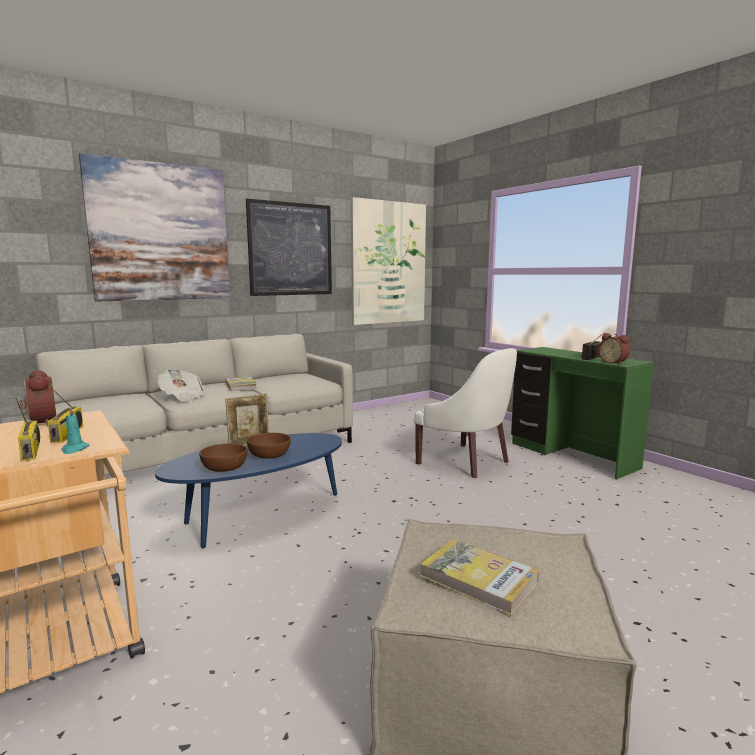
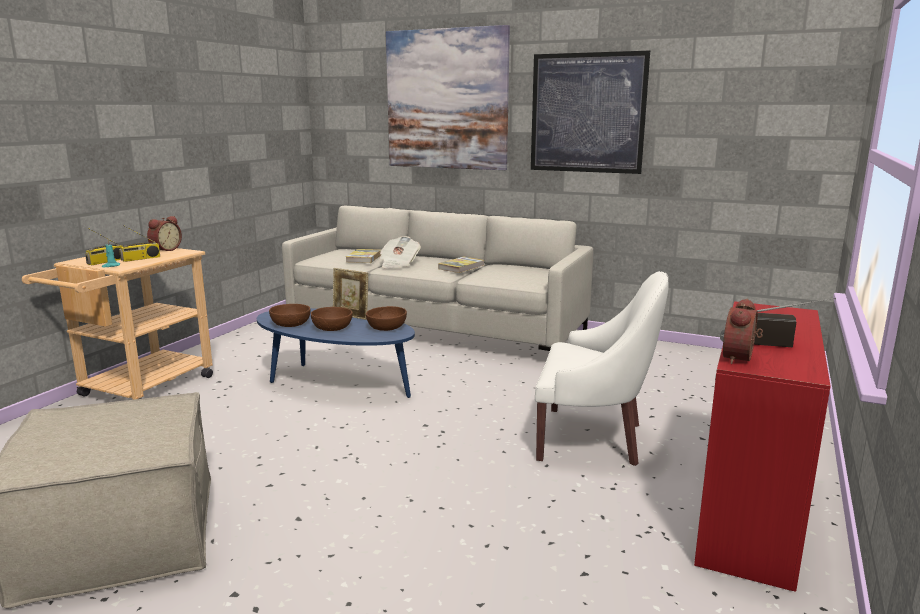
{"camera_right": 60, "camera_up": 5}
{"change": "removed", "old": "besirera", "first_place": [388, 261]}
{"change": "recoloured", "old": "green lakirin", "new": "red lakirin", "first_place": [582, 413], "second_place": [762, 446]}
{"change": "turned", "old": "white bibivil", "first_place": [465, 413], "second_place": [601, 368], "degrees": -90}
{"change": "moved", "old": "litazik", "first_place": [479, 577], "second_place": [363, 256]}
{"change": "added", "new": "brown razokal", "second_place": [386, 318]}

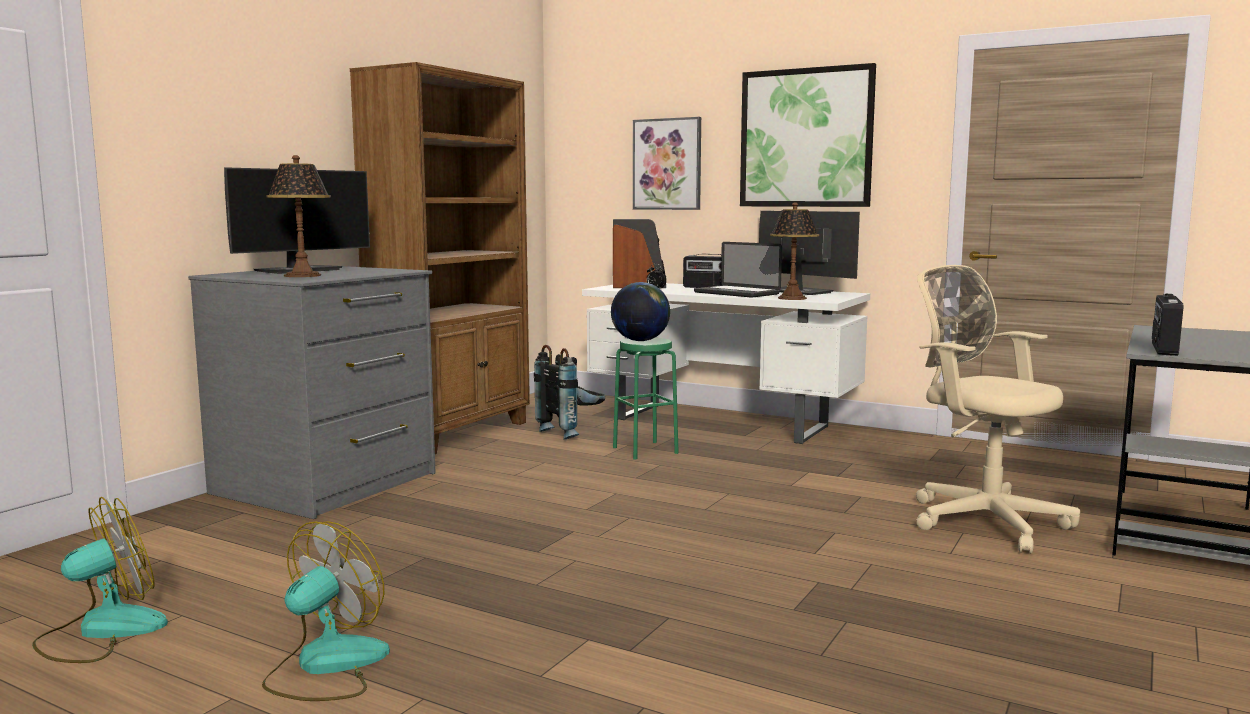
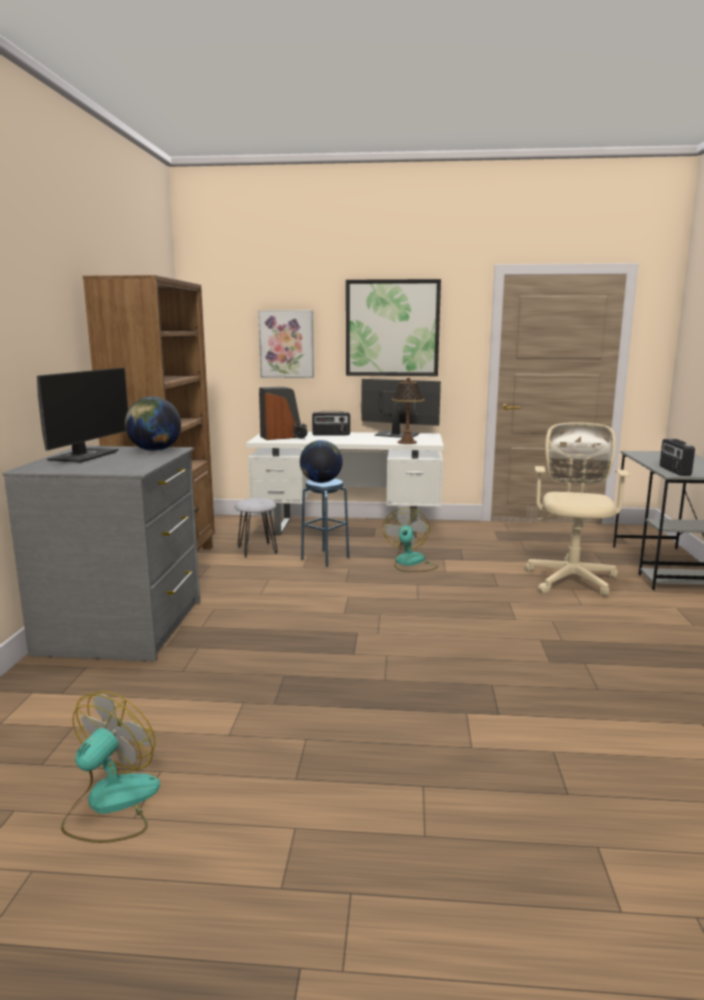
{"camera_right": -25, "camera_up": 5}
{"change": "removed", "old": "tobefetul", "first_place": [298, 216]}
{"change": "removed", "old": "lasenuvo", "first_place": [738, 270]}
{"change": "turned", "old": "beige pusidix", "first_place": [998, 409], "second_place": [577, 509], "degrees": 75}
{"change": "recoloured", "old": "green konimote", "new": "blue konimote", "first_place": [646, 398], "second_place": [325, 523]}
{"change": "replaced", "old": "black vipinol", "new": "grey konimote", "first_place": [569, 392], "second_place": [256, 528]}
{"change": "moved", "old": "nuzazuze", "first_place": [326, 611], "second_place": [410, 540]}
{"change": "added", "new": "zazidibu", "second_place": [153, 424]}

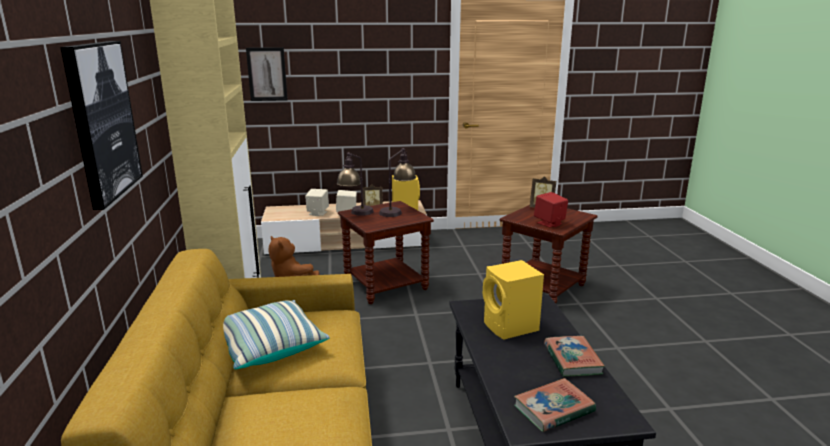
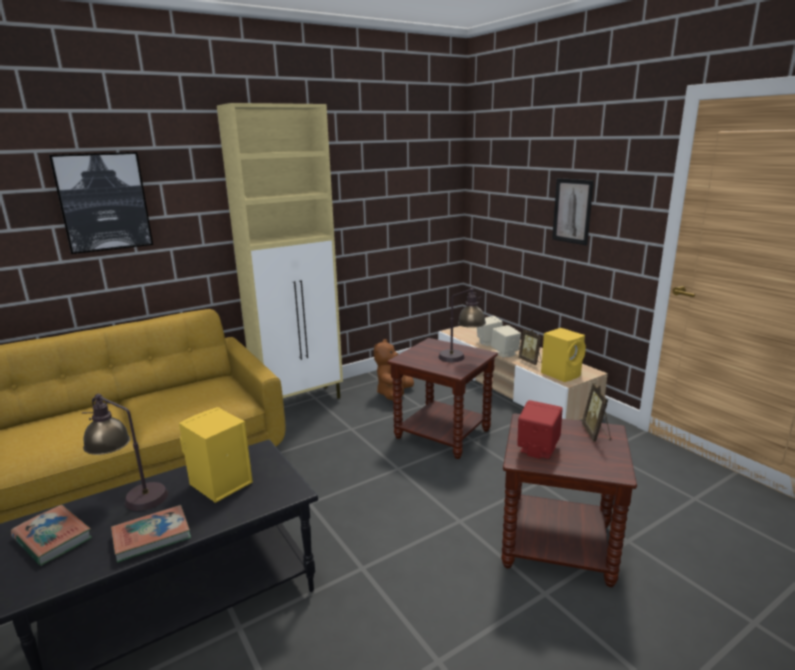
{"camera_right": 65, "camera_up": 0}
{"change": "moved", "old": "besirera", "first_place": [267, 74], "second_place": [573, 211]}
{"change": "moved", "old": "tobefetul", "first_place": [355, 184], "second_place": [125, 452]}
{"change": "removed", "old": "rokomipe", "first_place": [276, 334]}

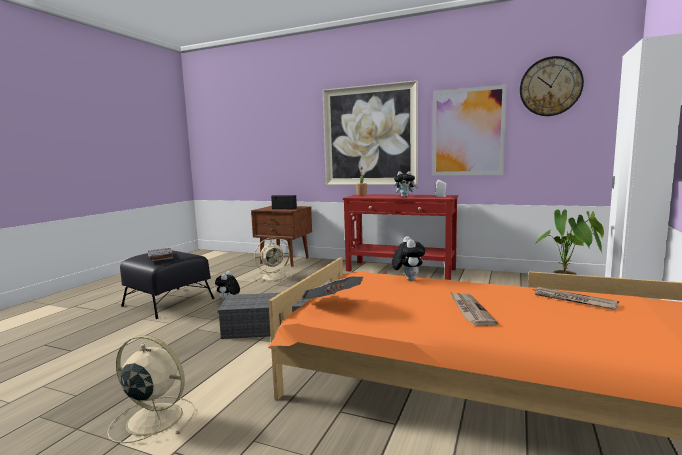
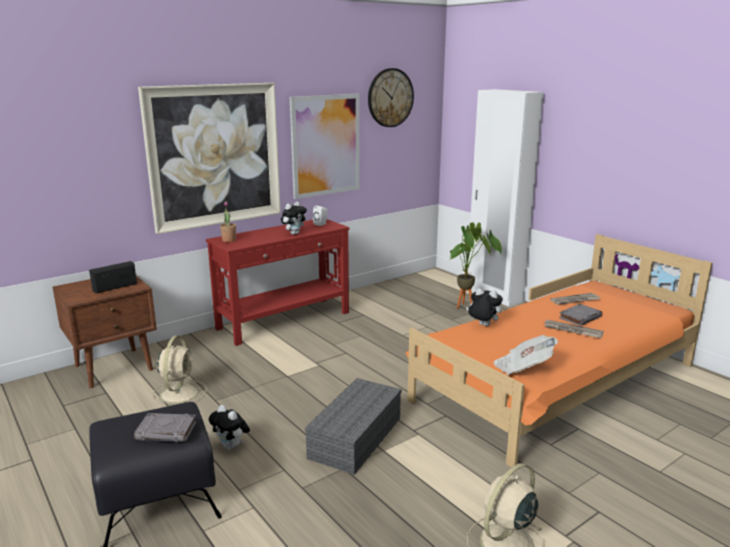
{"camera_right": -60, "camera_up": 10}
{"change": "added", "new": "grey litazik", "second_place": [580, 315]}

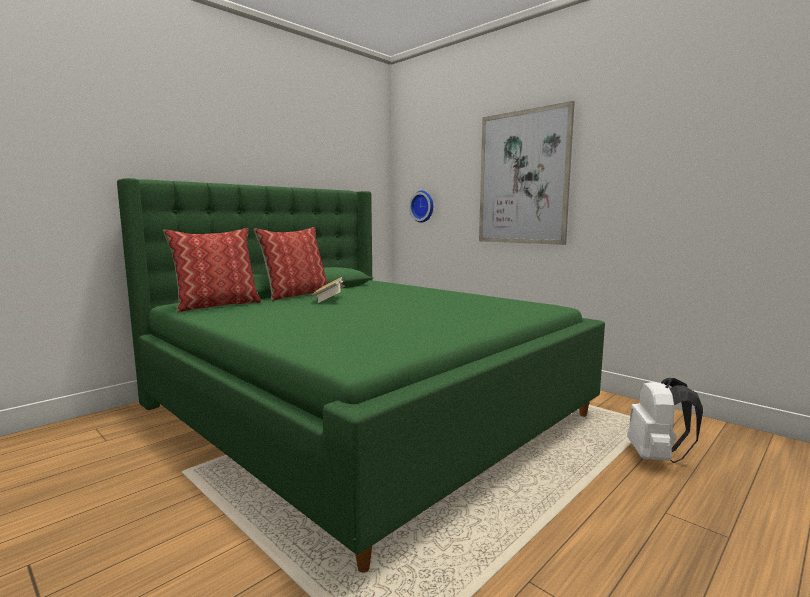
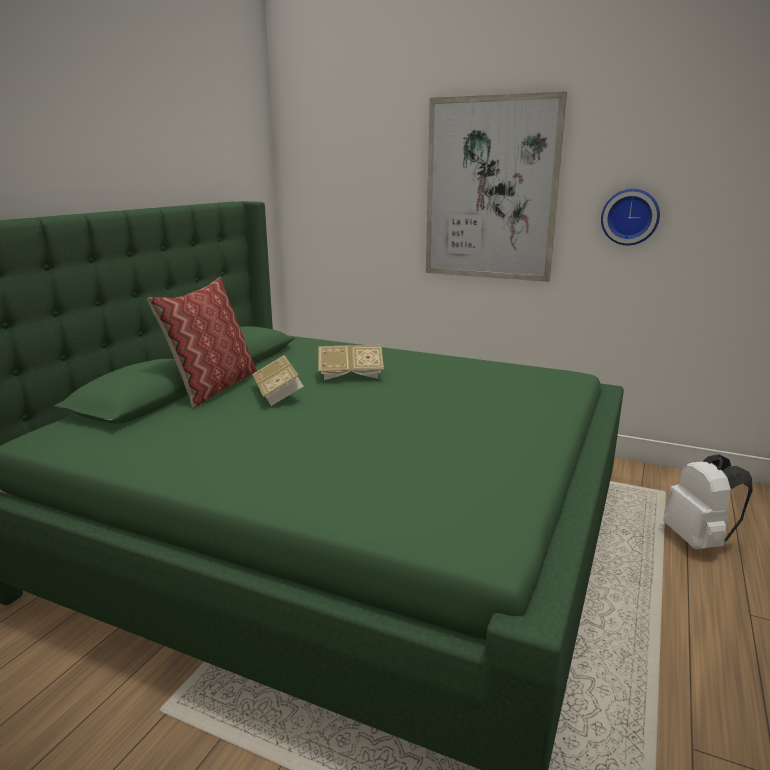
{"camera_right": -20, "camera_up": 10}
{"change": "moved", "old": "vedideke", "first_place": [421, 207], "second_place": [630, 217]}
{"change": "removed", "old": "rokomipe", "first_place": [212, 270]}
{"change": "added", "new": "litazik", "second_place": [351, 362]}

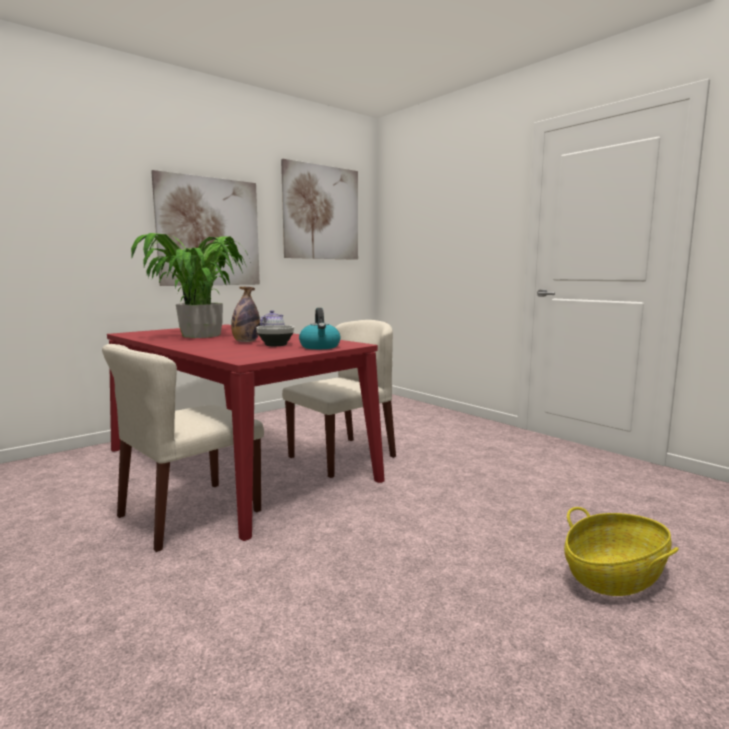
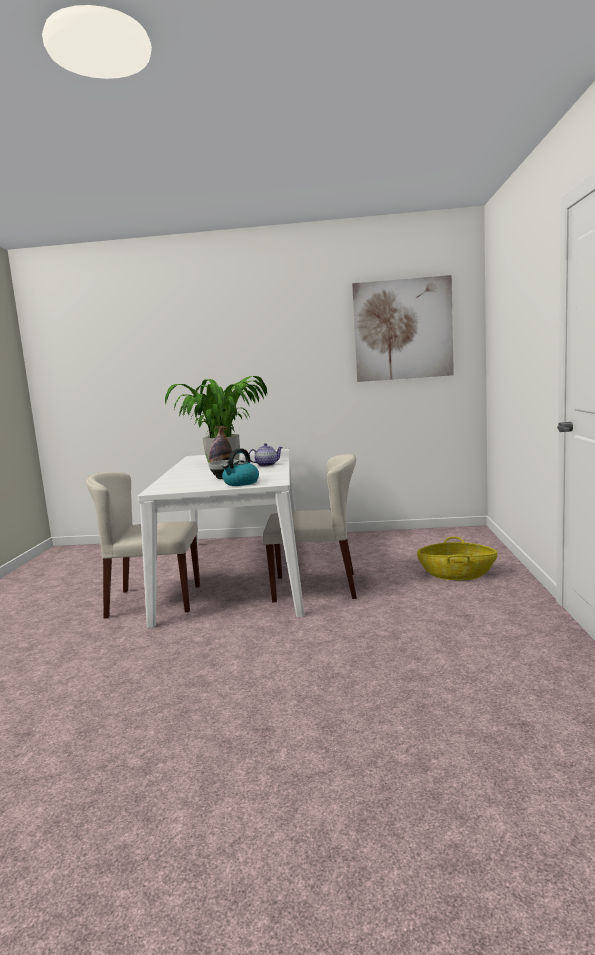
{"camera_right": 45, "camera_up": 0}
{"change": "removed", "old": "besirera", "first_place": [205, 228]}
{"change": "recoloured", "old": "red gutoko", "new": "white gutoko", "first_place": [246, 432], "second_place": [221, 538]}
{"change": "moved", "old": "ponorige", "first_place": [621, 551], "second_place": [457, 558]}

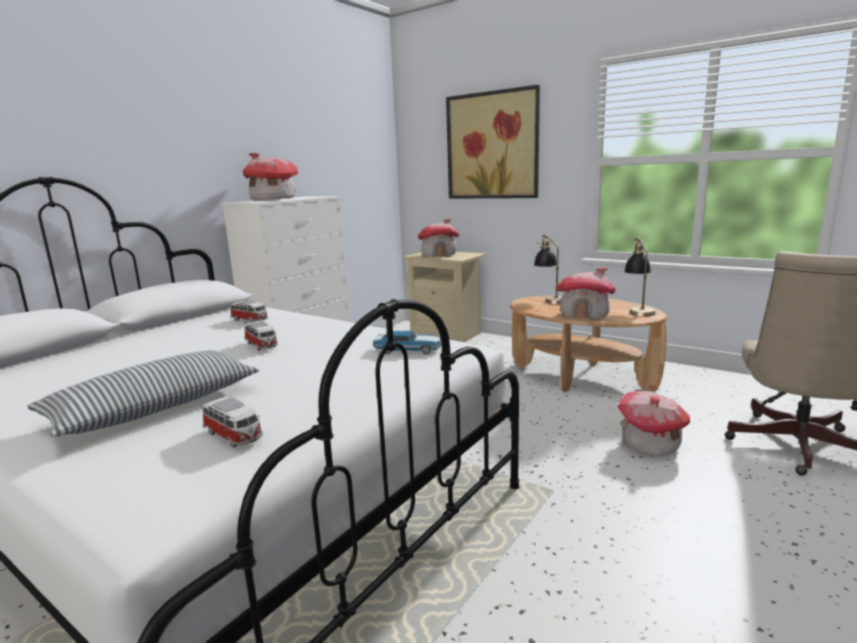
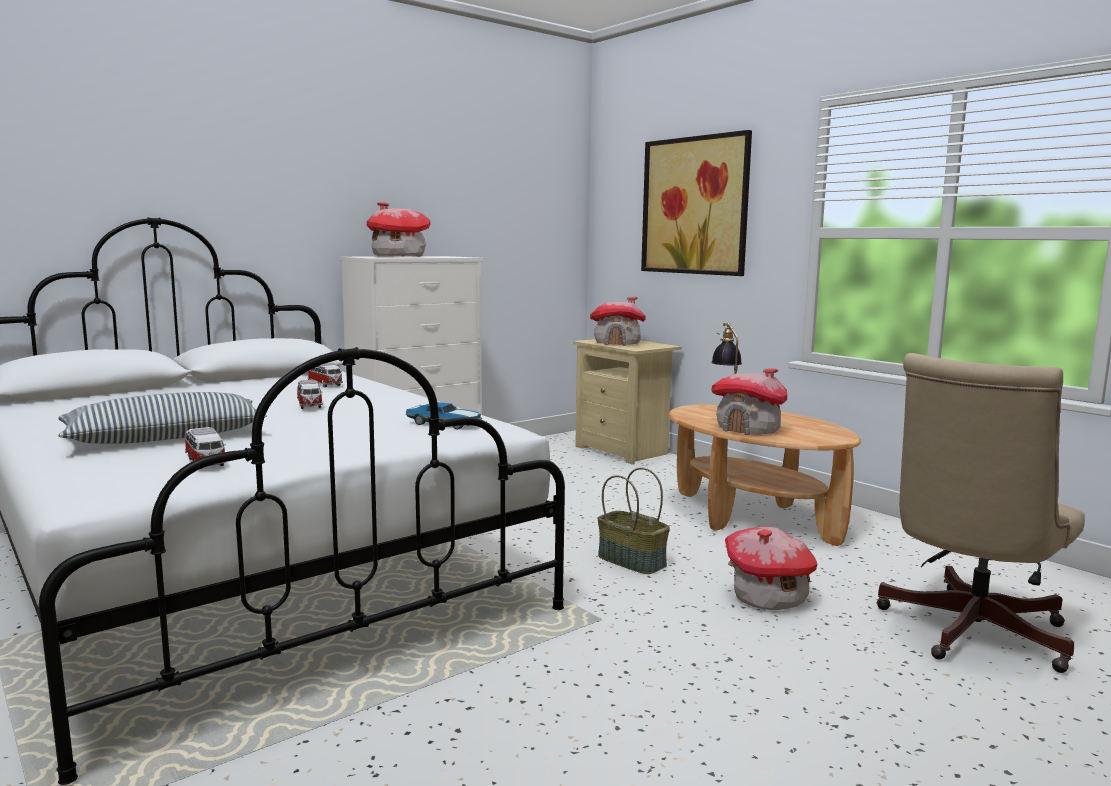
{"camera_right": 15, "camera_up": -5}
{"change": "removed", "old": "tobefetul", "first_place": [640, 277]}
{"change": "added", "new": "ponorige", "second_place": [634, 520]}

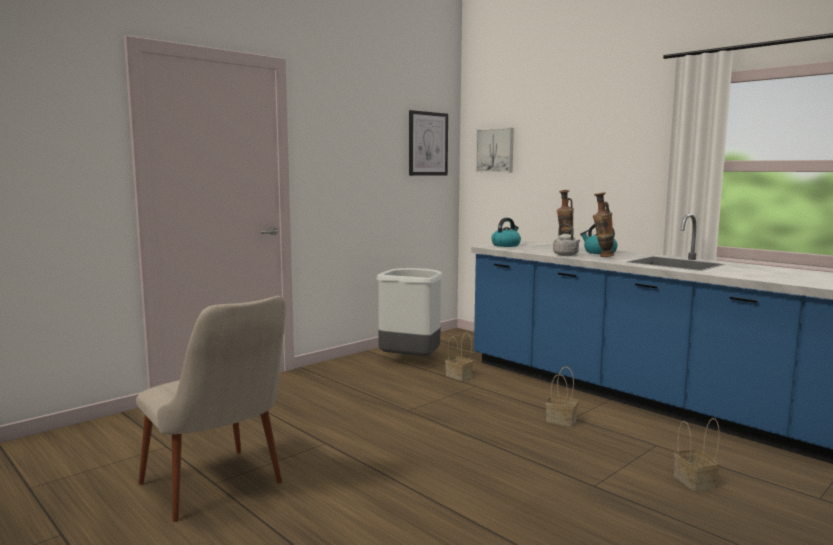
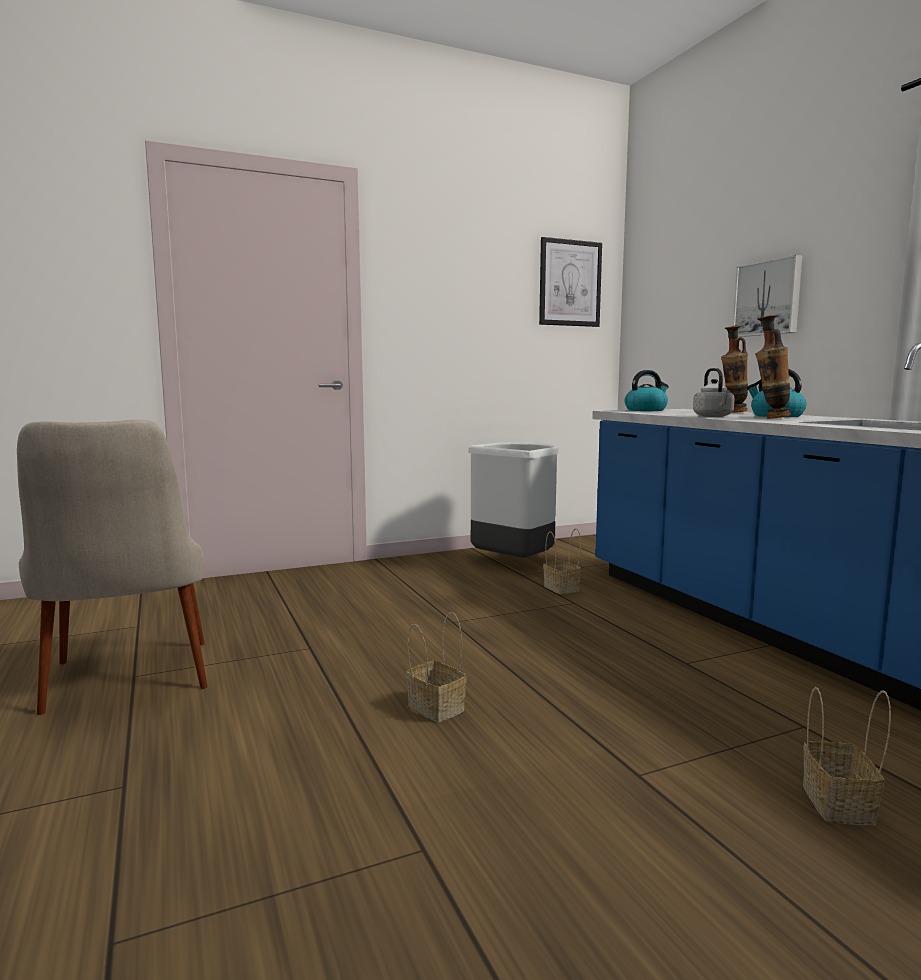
{"camera_right": 20, "camera_up": 0}
{"change": "moved", "old": "besirera", "first_place": [495, 150], "second_place": [768, 296]}
{"change": "moved", "old": "ponorige", "first_place": [562, 397], "second_place": [436, 667]}

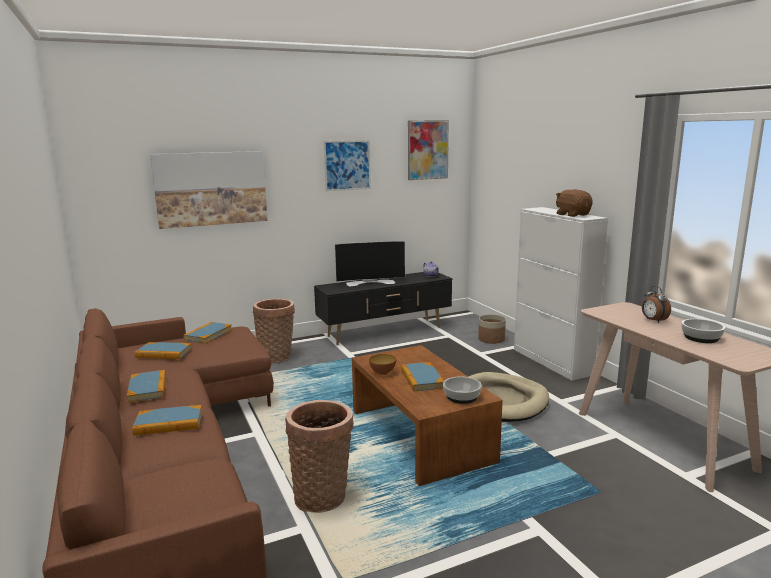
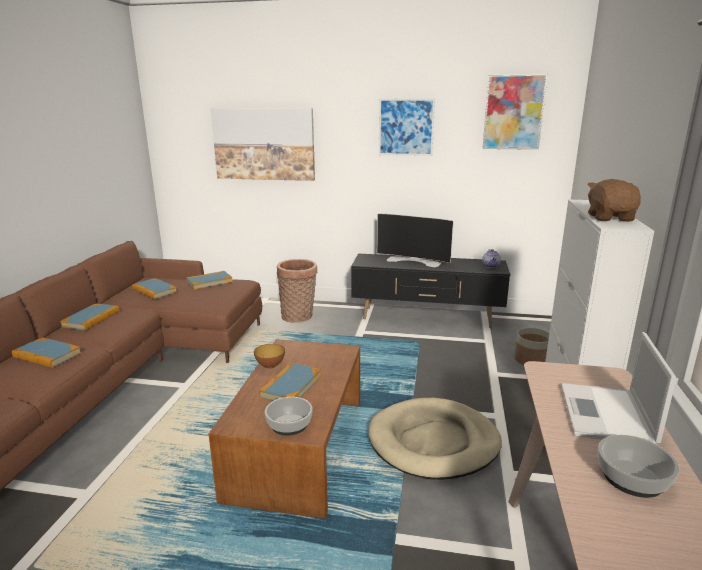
{"camera_right": 35, "camera_up": 5}
{"change": "replaced", "old": "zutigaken", "new": "lasenuvo", "first_place": [656, 304], "second_place": [619, 388]}
{"change": "removed", "old": "ponorige", "first_place": [319, 456]}

